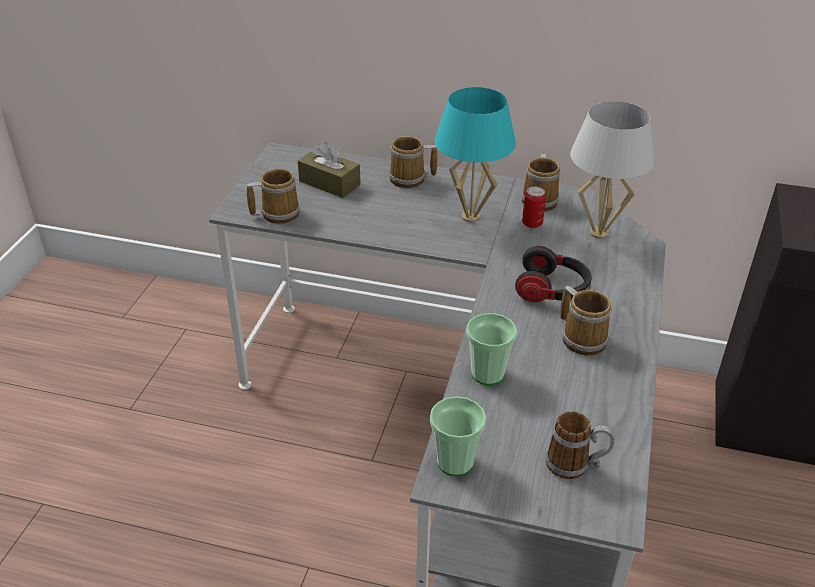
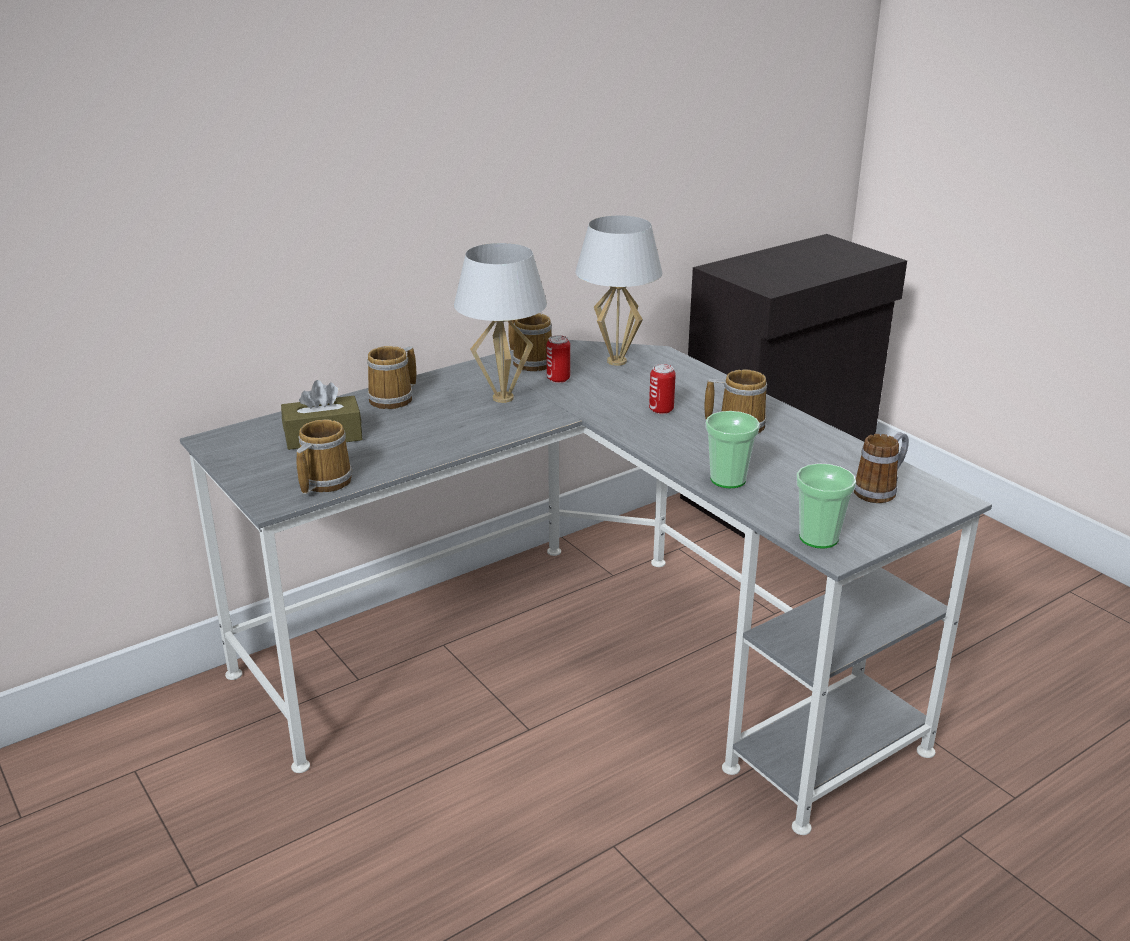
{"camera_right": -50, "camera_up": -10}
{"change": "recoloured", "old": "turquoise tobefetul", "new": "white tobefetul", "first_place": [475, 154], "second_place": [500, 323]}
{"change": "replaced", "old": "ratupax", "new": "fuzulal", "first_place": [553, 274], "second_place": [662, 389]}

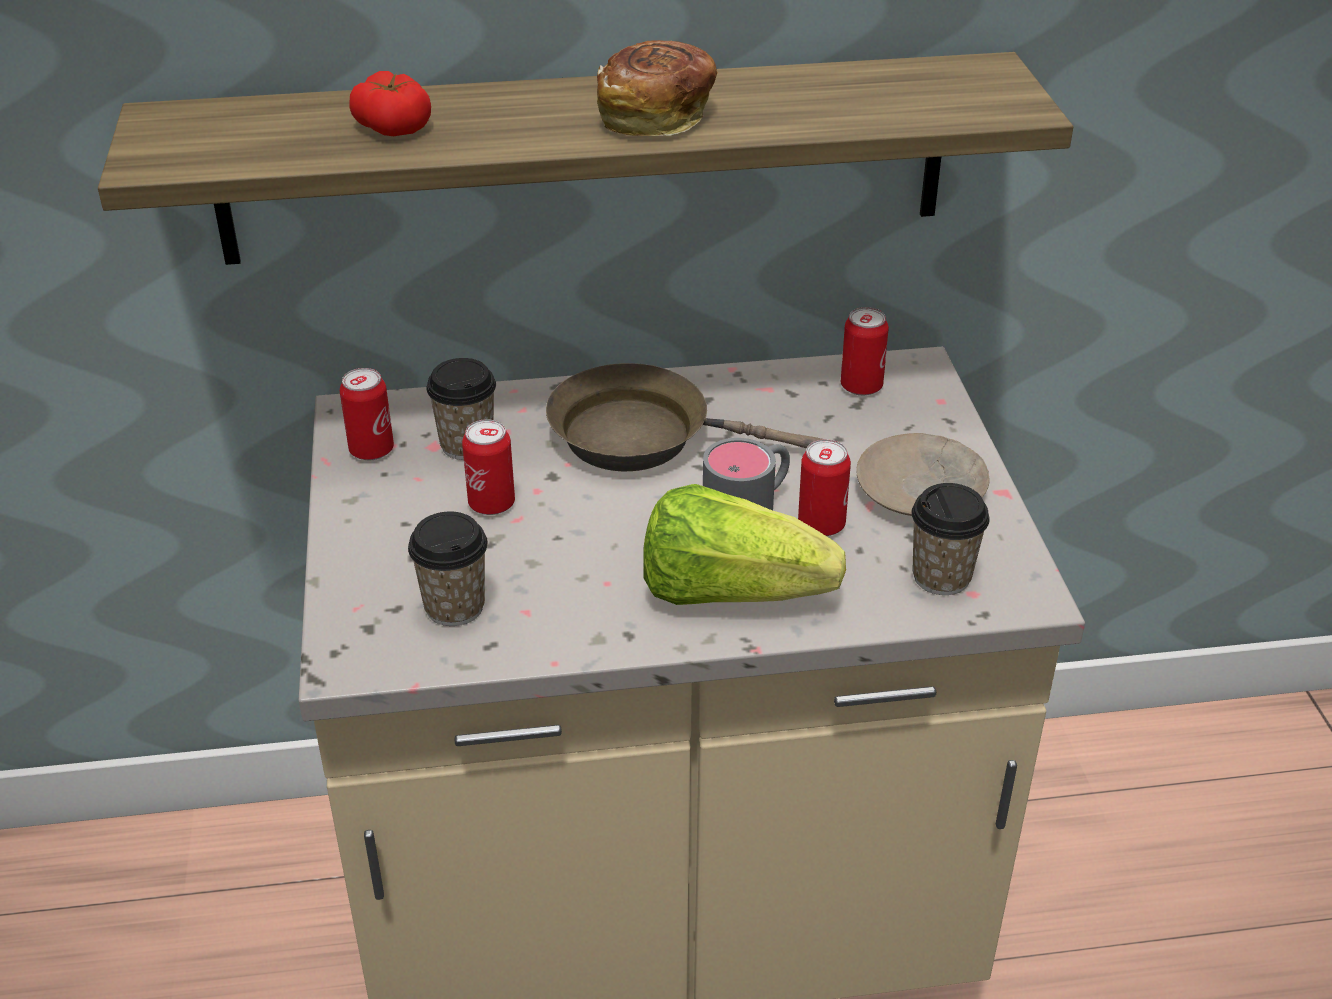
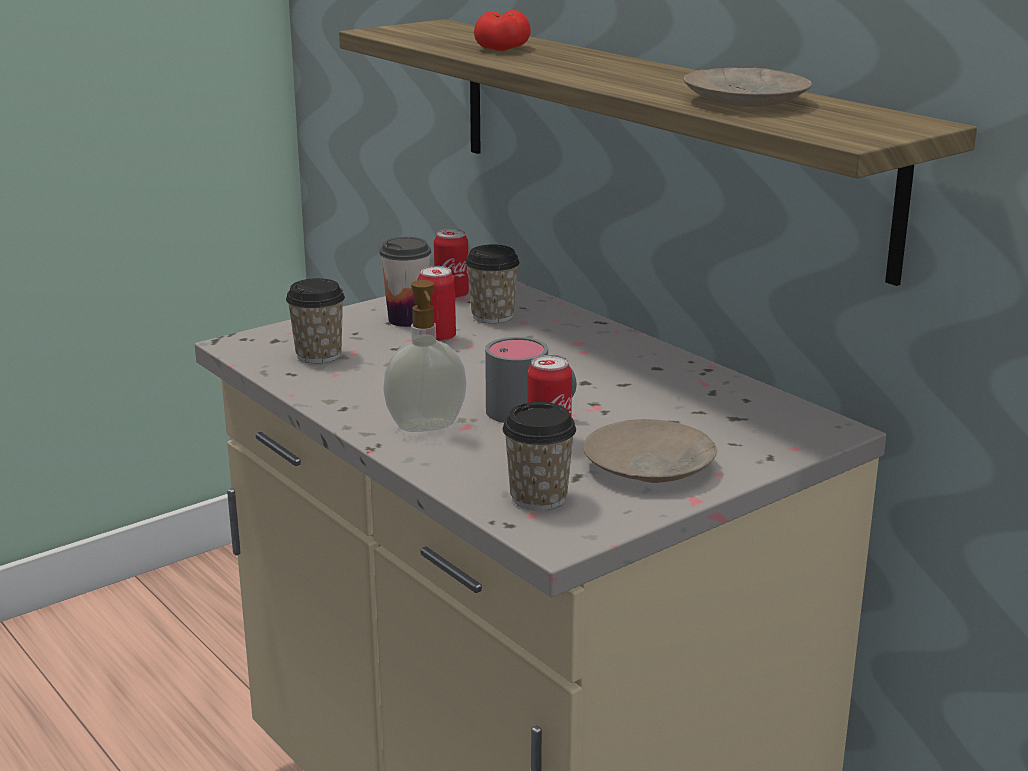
{"camera_right": 60, "camera_up": -15}
{"change": "removed", "old": "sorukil", "first_place": [657, 88]}
{"change": "removed", "old": "fuzulal", "first_place": [865, 351]}
{"change": "removed", "old": "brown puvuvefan", "first_place": [684, 417]}
{"change": "replaced", "old": "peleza", "new": "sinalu", "first_place": [744, 544], "second_place": [425, 356]}
{"change": "added", "new": "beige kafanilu", "second_place": [747, 87]}
{"change": "added", "new": "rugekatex", "second_place": [405, 282]}

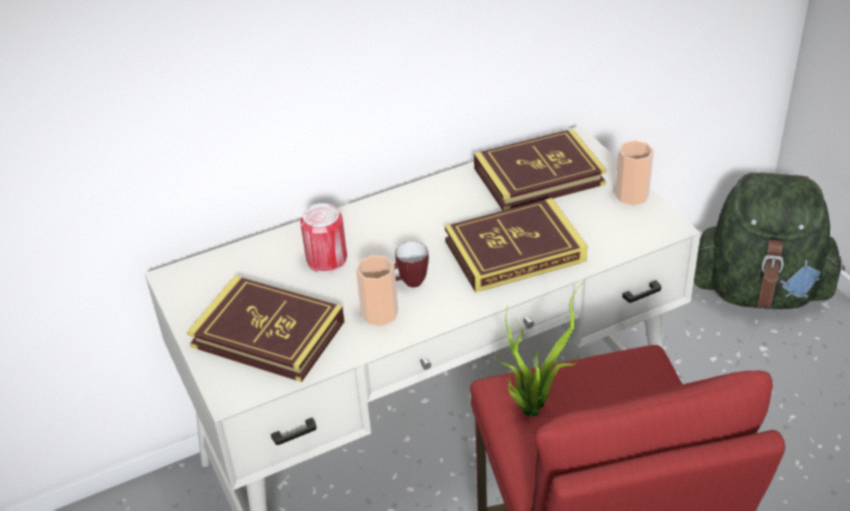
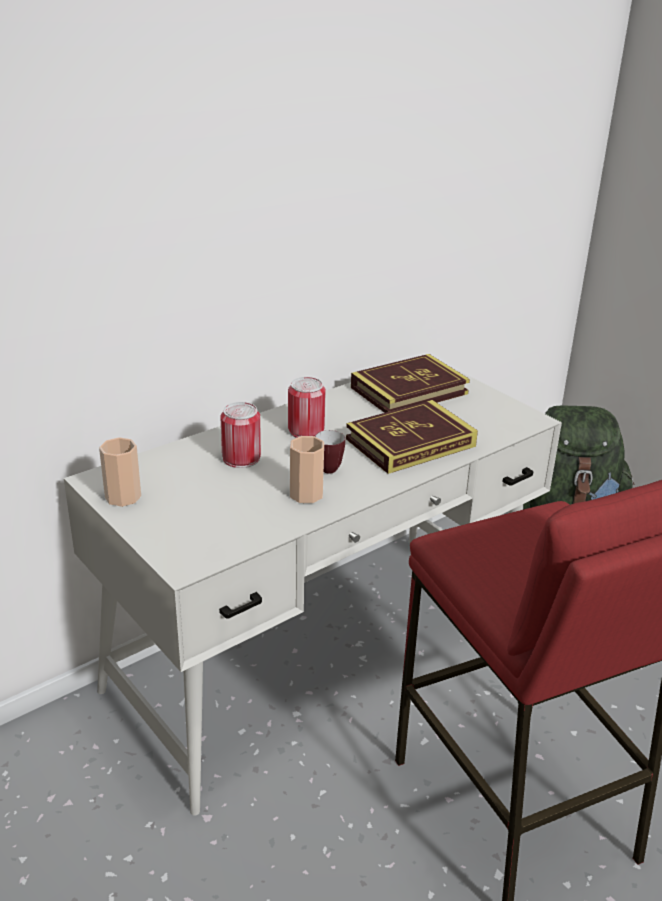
{"camera_right": -15, "camera_up": -10}
{"change": "moved", "old": "rugekatex", "first_place": [634, 172], "second_place": [120, 472]}
{"change": "removed", "old": "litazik", "first_place": [266, 329]}
{"change": "removed", "old": "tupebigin", "first_place": [540, 349]}
{"change": "added", "new": "fuzulal", "second_place": [307, 407]}

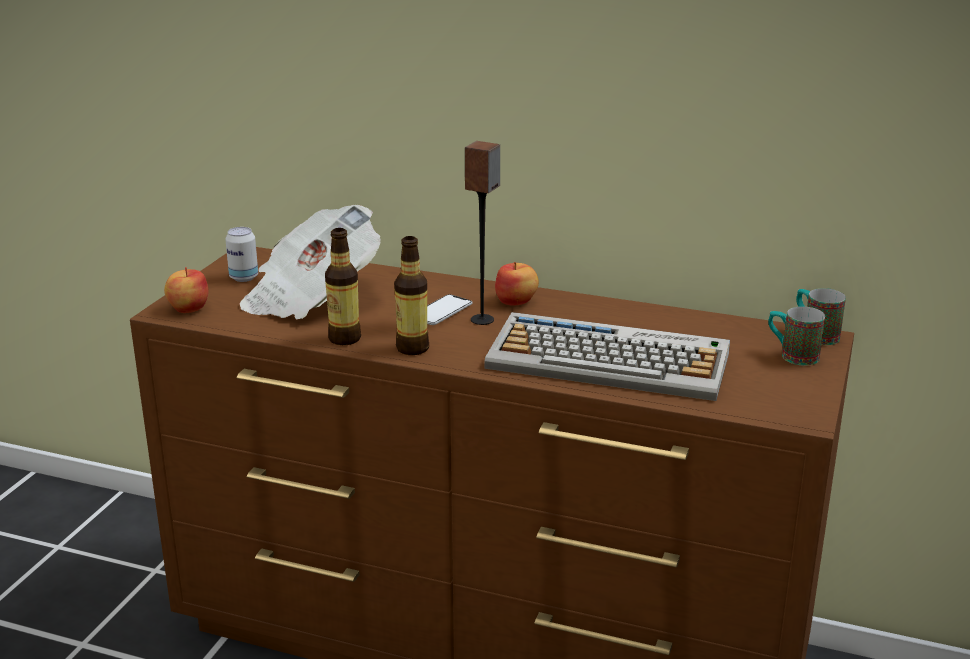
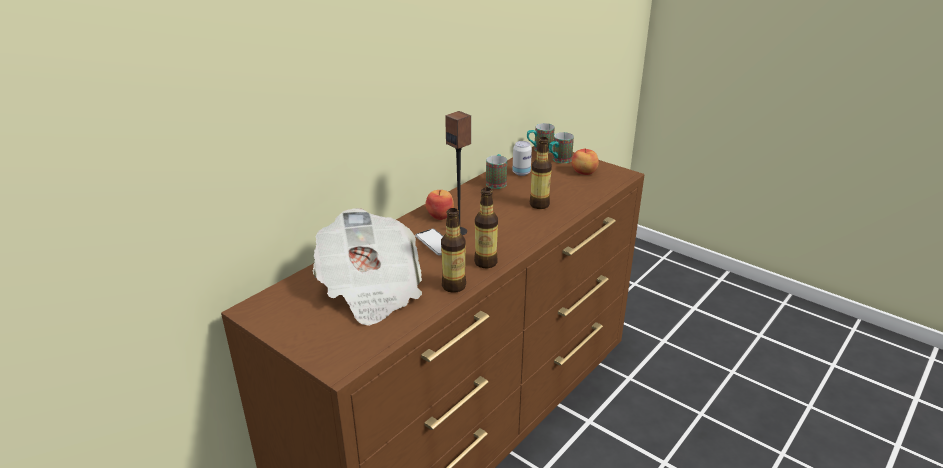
{"camera_right": -70, "camera_up": 5}
{"change": "moved", "old": "fuzulal", "first_place": [241, 254], "second_place": [522, 158]}
{"change": "moved", "old": "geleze", "first_place": [186, 290], "second_place": [585, 161]}
{"change": "replaced", "old": "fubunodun", "new": "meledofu", "first_place": [607, 356], "second_place": [541, 173]}
{"change": "added", "new": "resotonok", "second_place": [496, 171]}

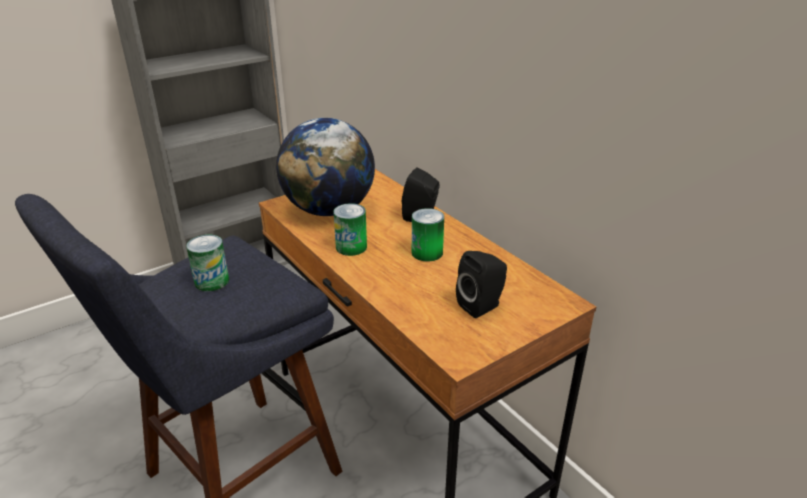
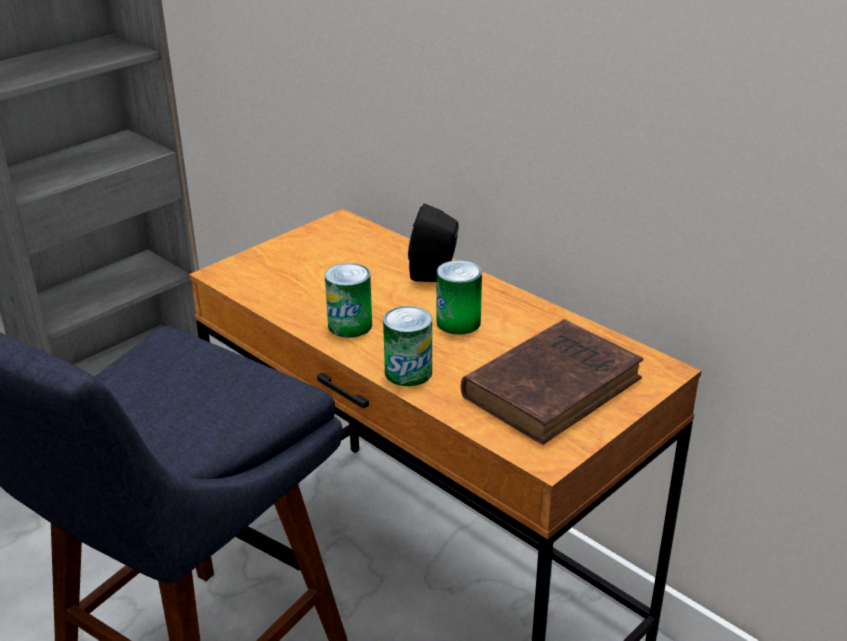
{"camera_right": -10, "camera_up": 0}
{"change": "removed", "old": "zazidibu", "first_place": [325, 167]}
{"change": "moved", "old": "fuzulal", "first_place": [207, 263], "second_place": [407, 346]}
{"change": "replaced", "old": "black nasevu", "new": "brown litazik", "first_place": [481, 284], "second_place": [552, 382]}

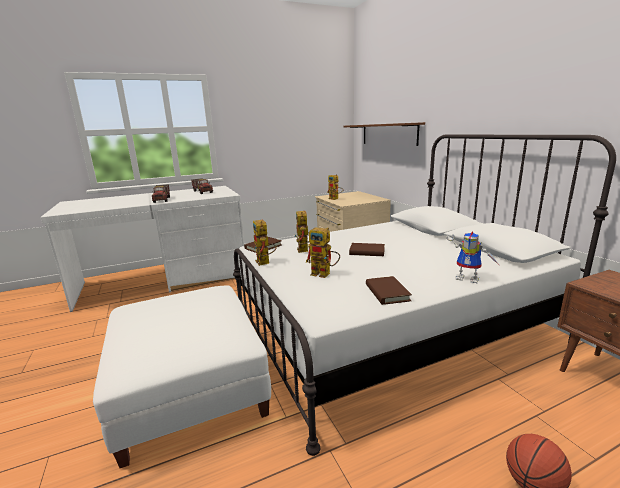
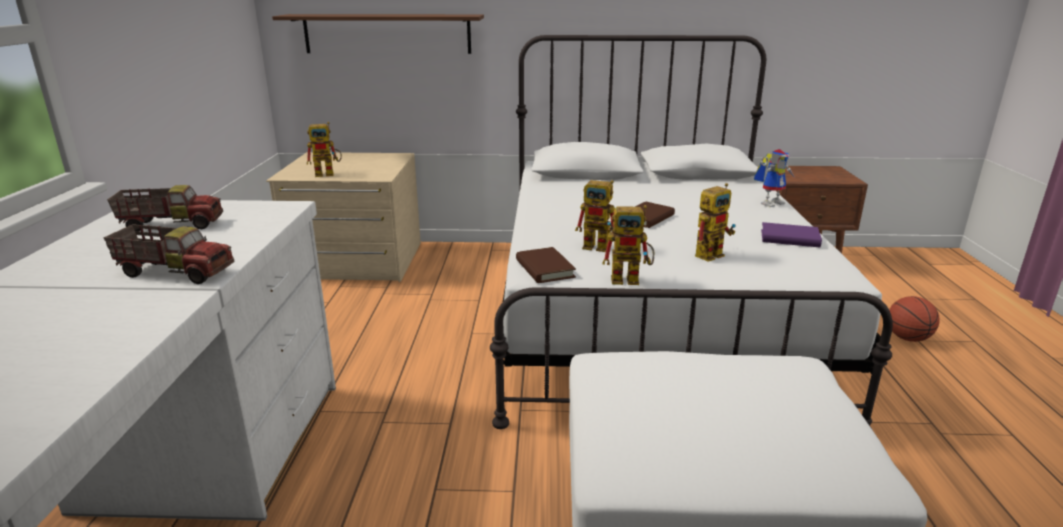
{"camera_right": -65, "camera_up": 5}
{"change": "recoloured", "old": "brown litazik", "new": "purple litazik", "first_place": [389, 290], "second_place": [791, 234]}

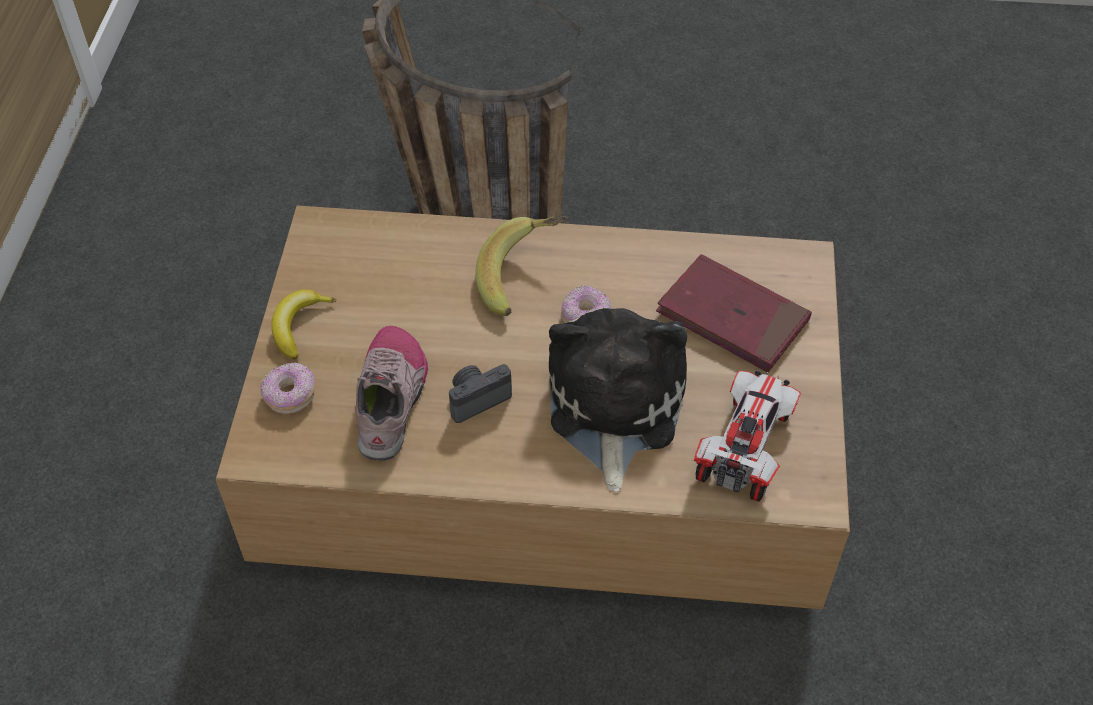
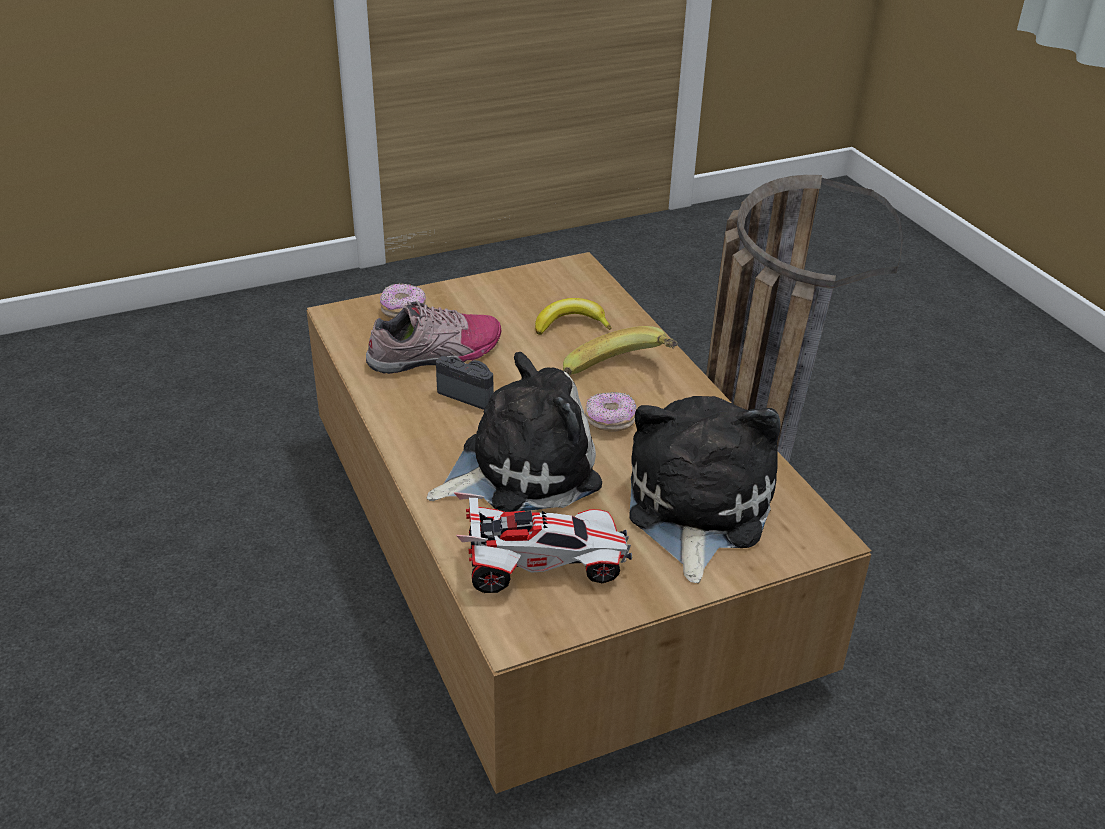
{"camera_right": 60, "camera_up": -15}
{"change": "replaced", "old": "red litazik", "new": "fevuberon", "first_place": [734, 313], "second_place": [704, 489]}
{"change": "moved", "old": "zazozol", "first_place": [304, 324], "second_place": [573, 316]}

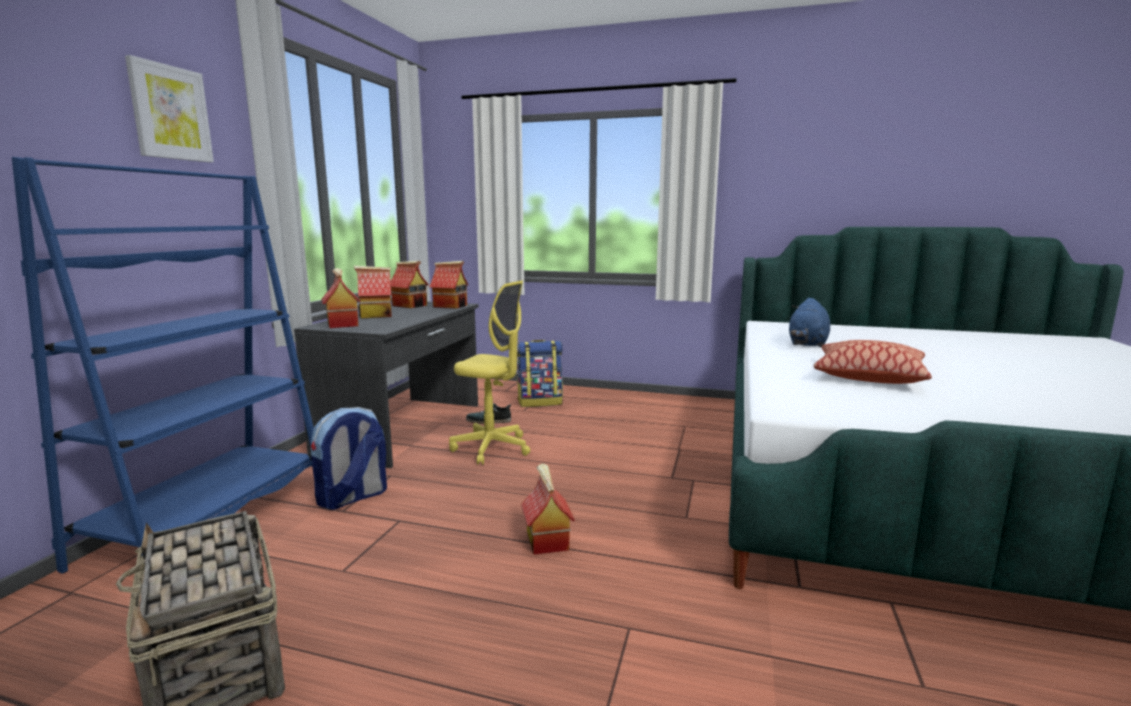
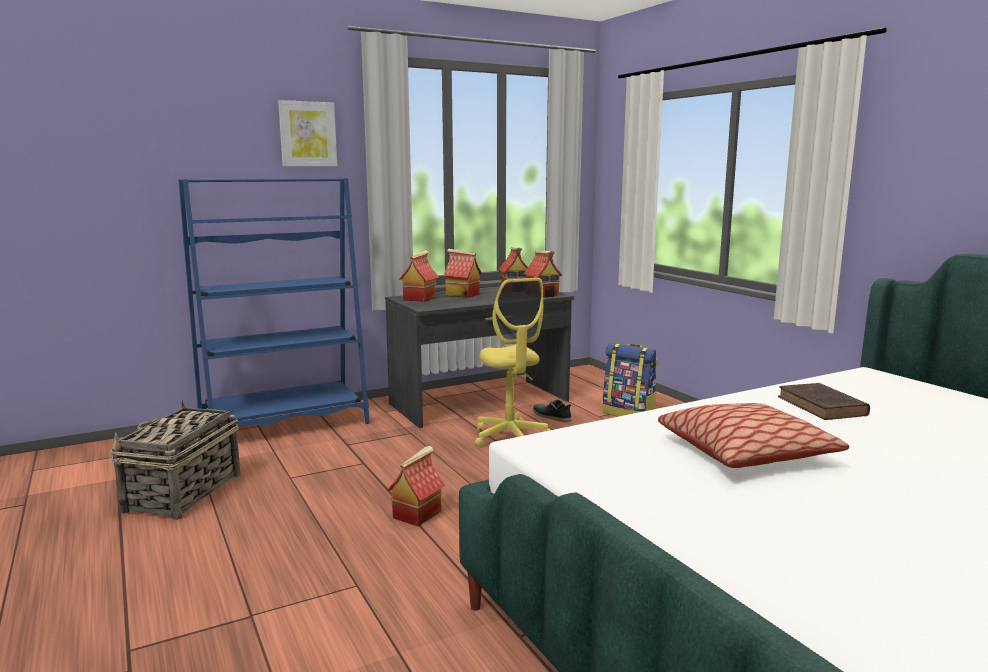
{"camera_right": 45, "camera_up": 0}
{"change": "replaced", "old": "blue fevuberon", "new": "brown litazik", "first_place": [809, 323], "second_place": [824, 401]}
{"change": "removed", "old": "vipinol", "first_place": [349, 458]}

